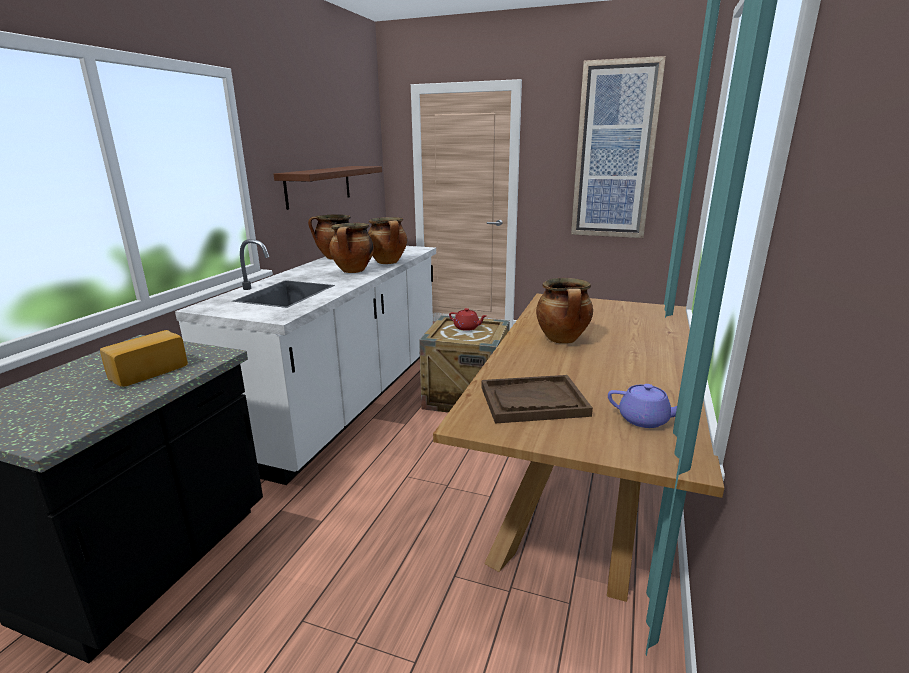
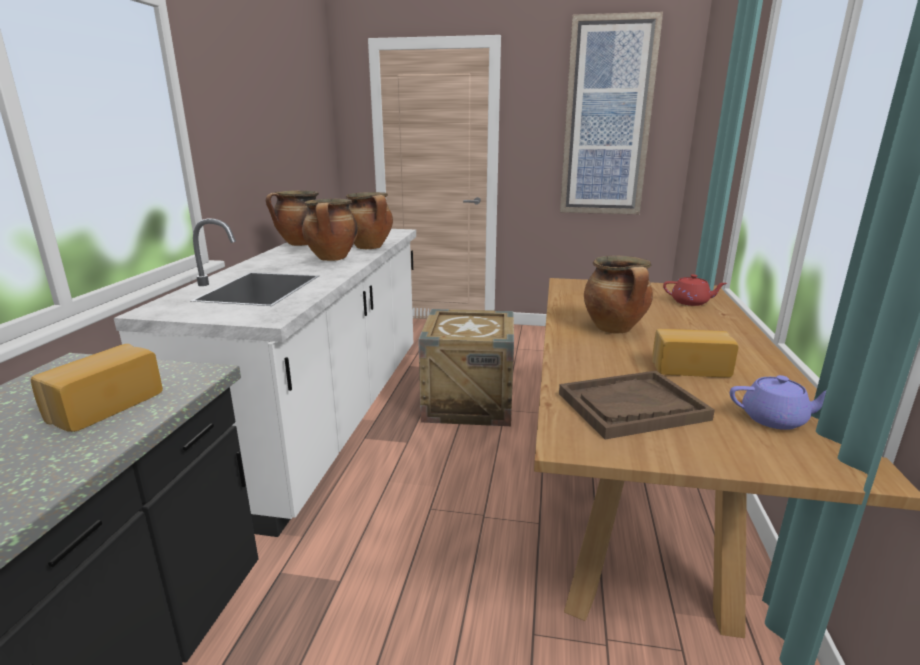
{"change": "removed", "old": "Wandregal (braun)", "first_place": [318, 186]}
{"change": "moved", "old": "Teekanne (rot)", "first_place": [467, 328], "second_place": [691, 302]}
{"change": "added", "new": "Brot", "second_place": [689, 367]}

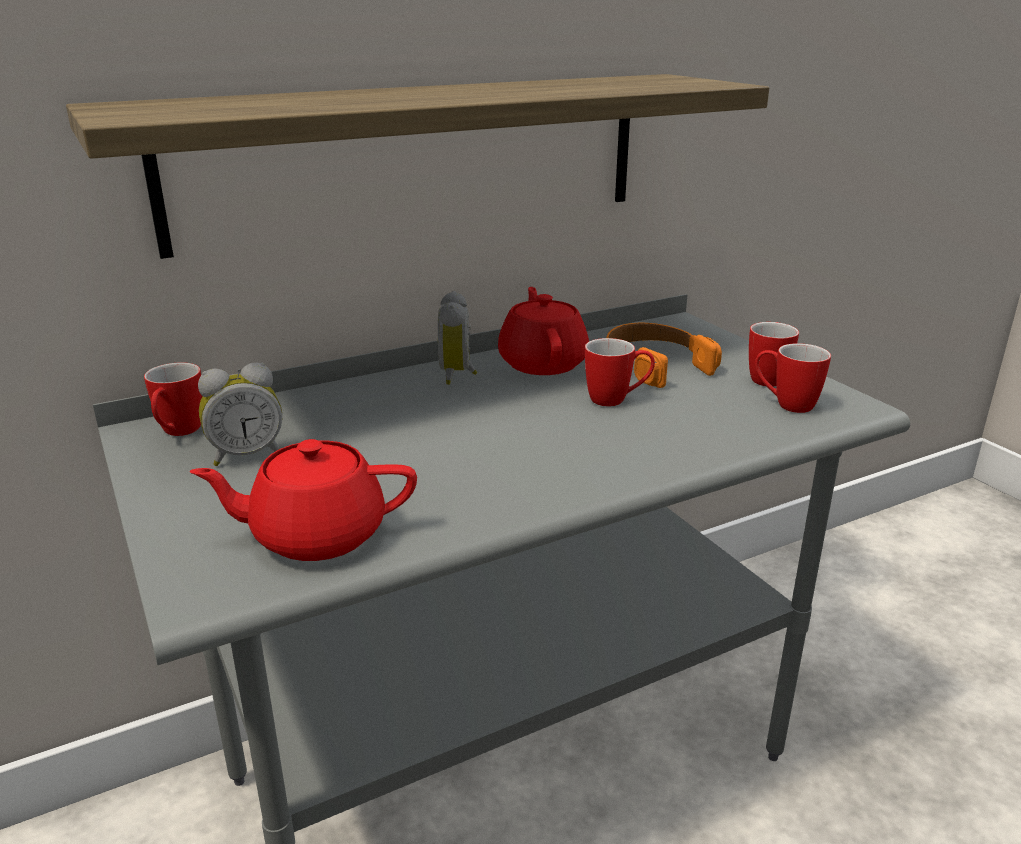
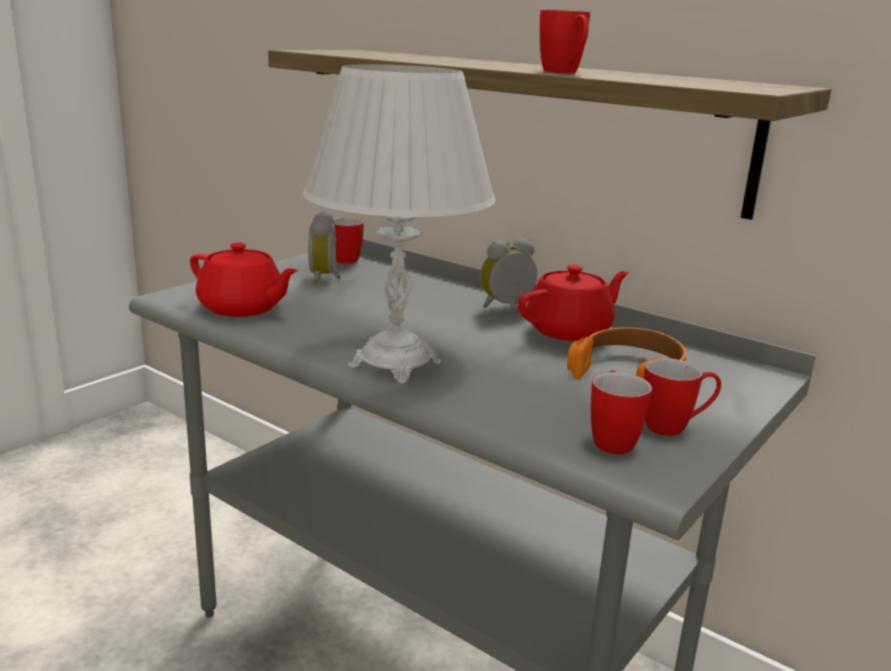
{"change": "moved", "old": "Henkelbecher", "first_place": [617, 400], "second_place": [564, 73]}
{"change": "turned", "old": "Wecker", "first_place": [246, 455], "second_place": [326, 278], "degrees": 45}
{"change": "turned", "old": "Teekanne (rot)", "first_place": [316, 535], "second_place": [242, 308], "degrees": 150}
{"change": "added", "new": "Tischlampe (weiß)", "second_place": [395, 364]}

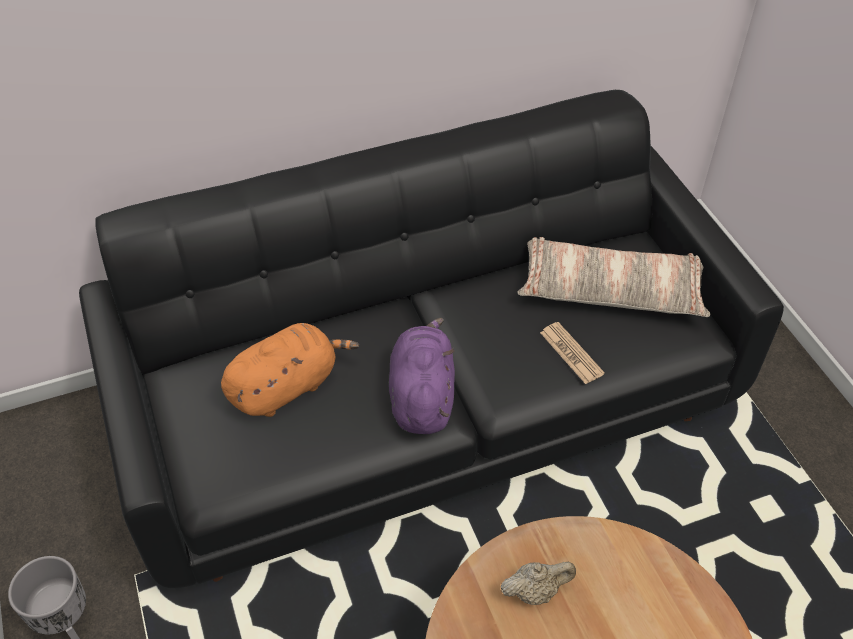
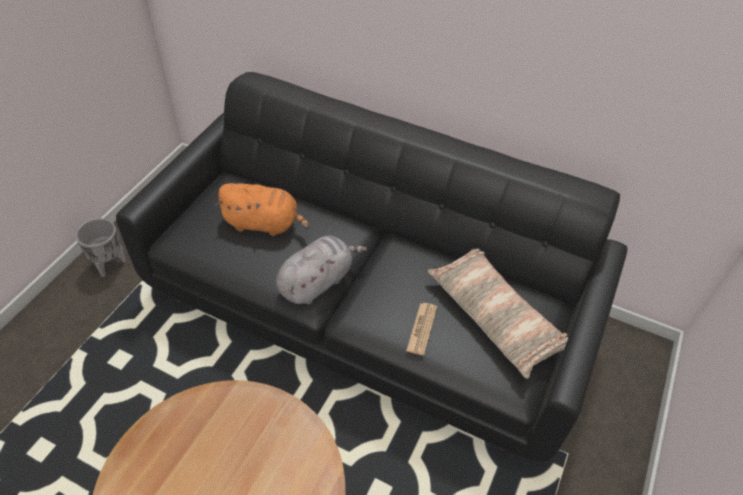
{"change": "recoloured", "old": "Plüschtier (lila)", "new": "Plüschtier (grau)", "first_place": [422, 396], "second_place": [317, 282]}
{"change": "removed", "old": "Teekanne (beige)", "first_place": [535, 591]}

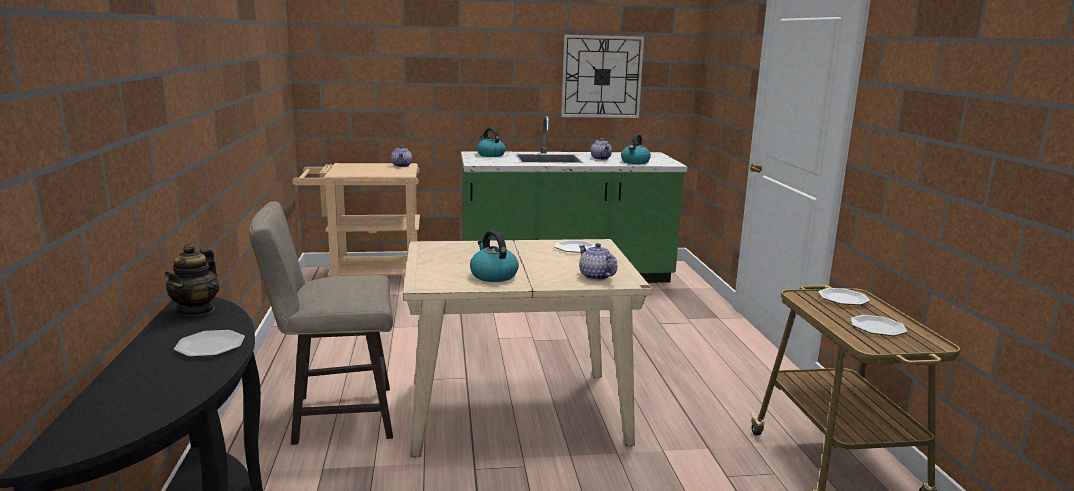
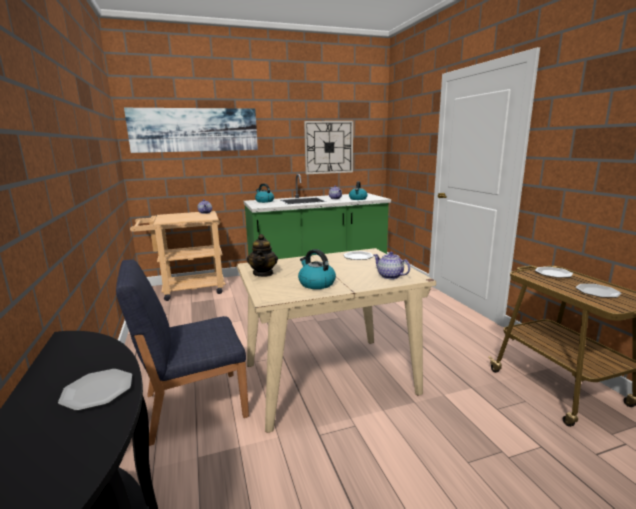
{"change": "replaced", "old": "Hocker (beige)", "new": "Stuhl (blau)", "first_place": [333, 416], "second_place": [194, 405]}
{"change": "moved", "old": "Teekanne", "first_place": [196, 310], "second_place": [263, 273]}
{"change": "added", "new": "Bild", "second_place": [195, 130]}

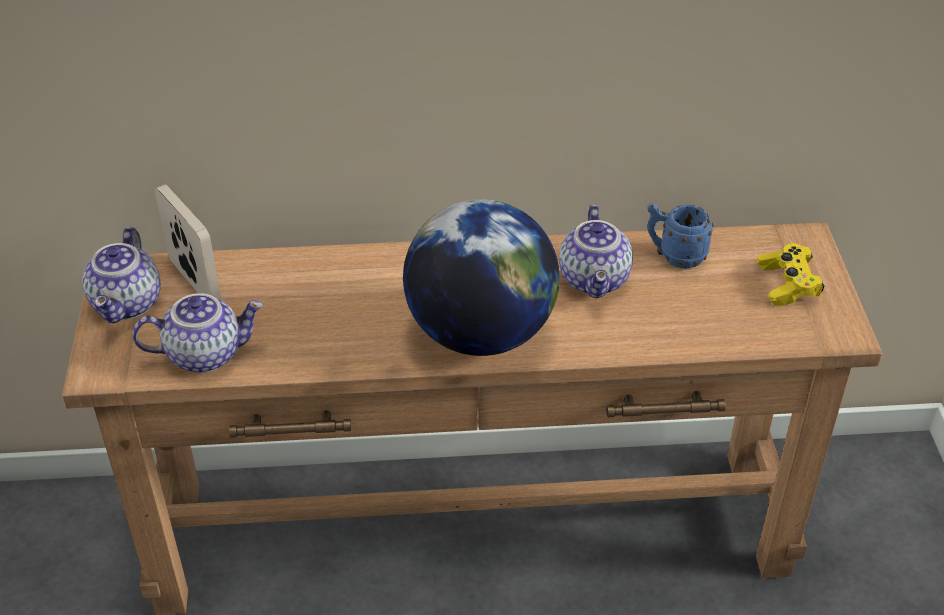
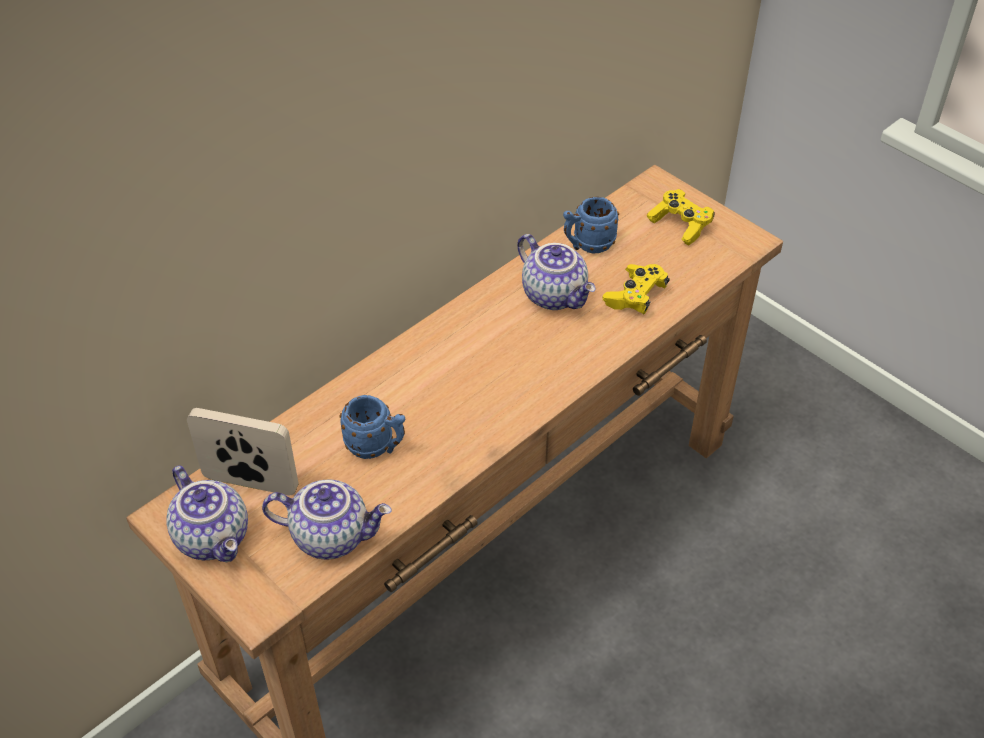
{"change": "removed", "old": "Globus", "first_place": [480, 334]}
{"change": "turned", "old": "Teekanne", "first_place": [205, 353], "second_place": [332, 535], "degrees": 60}
{"change": "added", "new": "Gamepad (gelb)", "second_place": [635, 296]}
{"change": "added", "new": "Henkelbecher (blau)", "second_place": [376, 447]}

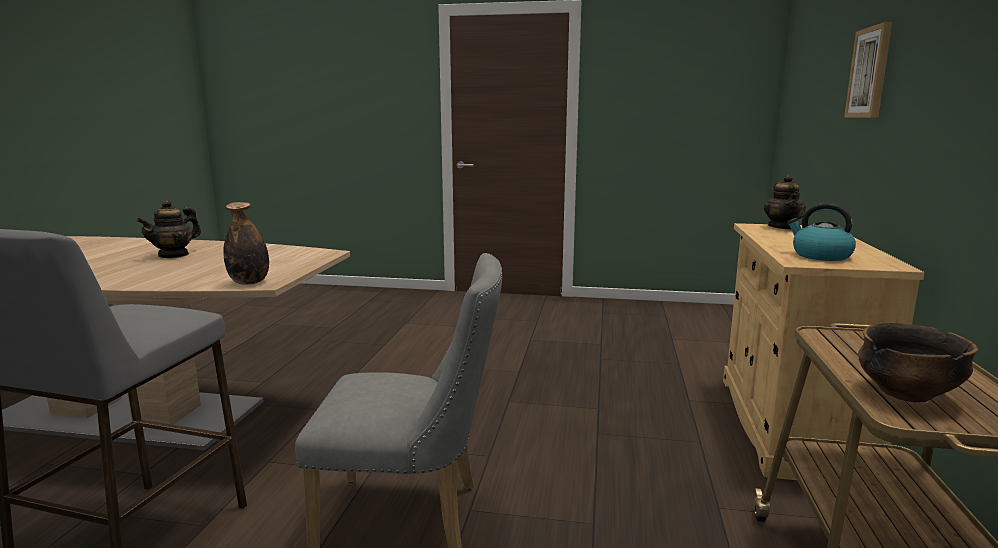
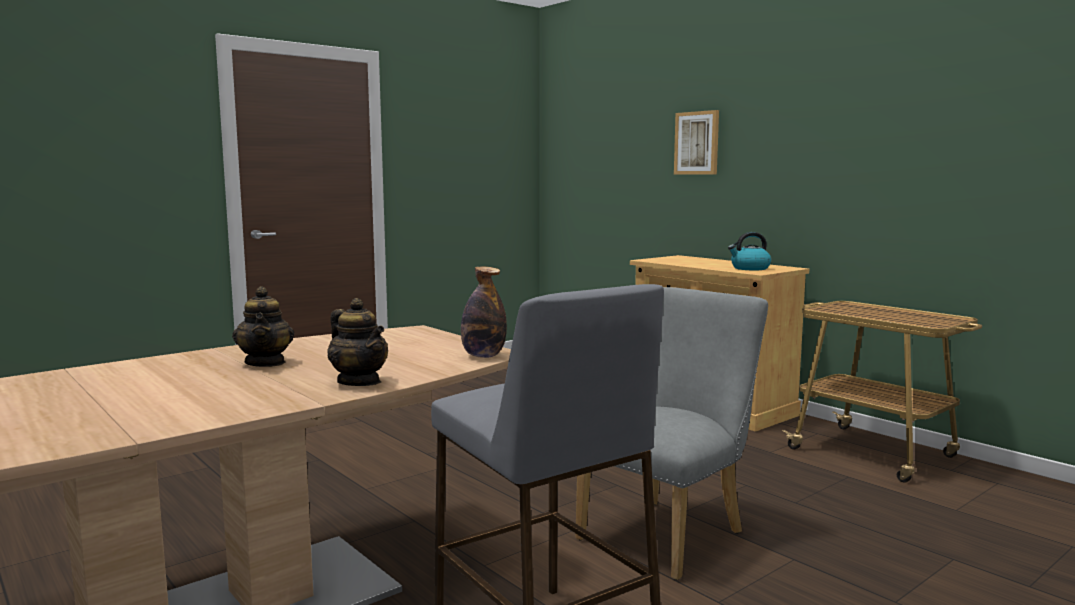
{"change": "moved", "old": "Teekanne", "first_place": [782, 227], "second_place": [359, 382]}
{"change": "removed", "old": "Schüssel", "first_place": [906, 394]}

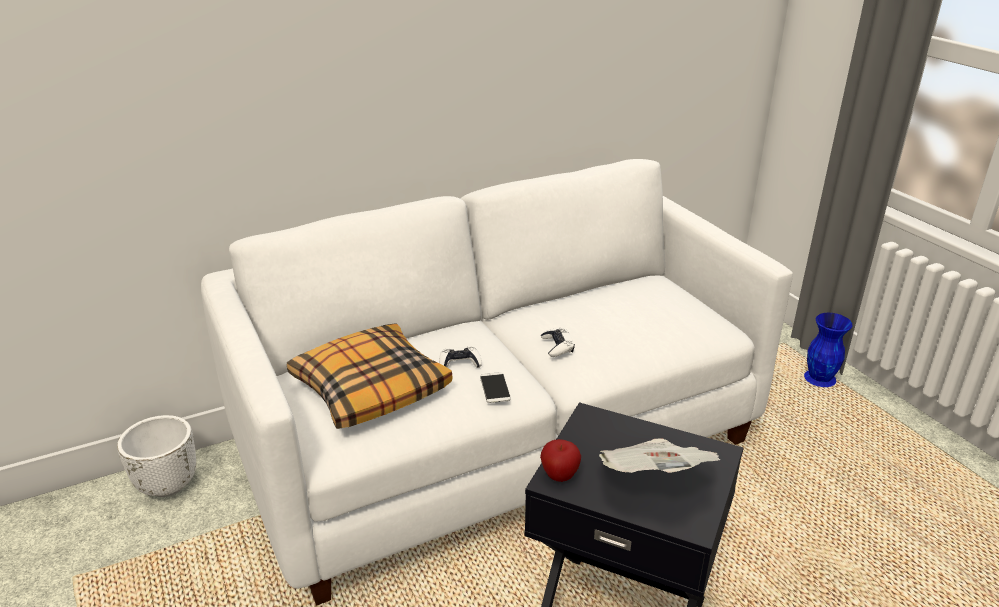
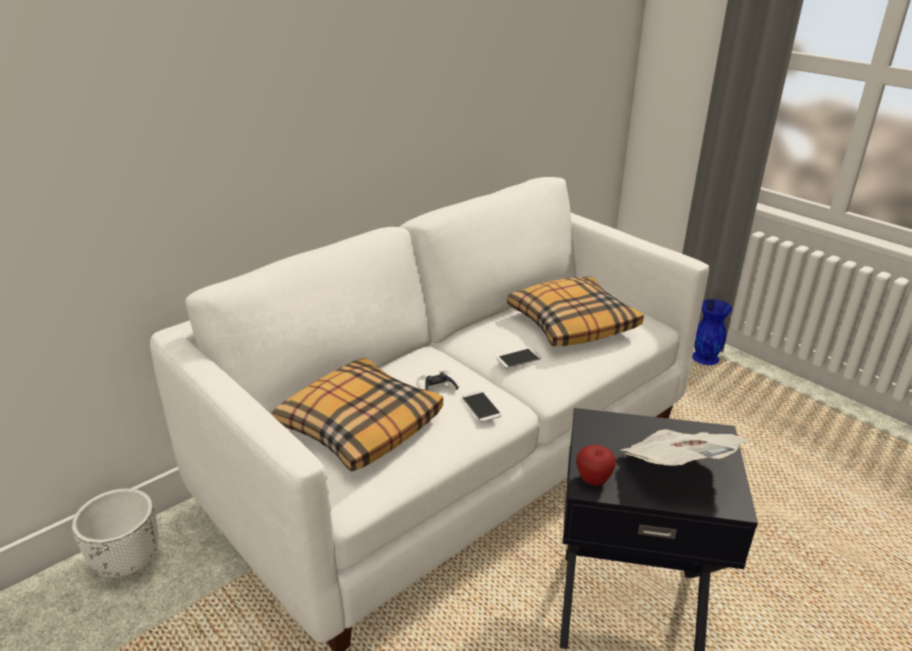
{"change": "replaced", "old": "Gamepad (weiß)", "new": "Handy", "first_place": [557, 346], "second_place": [518, 359]}
{"change": "added", "new": "Kissen", "second_place": [571, 323]}

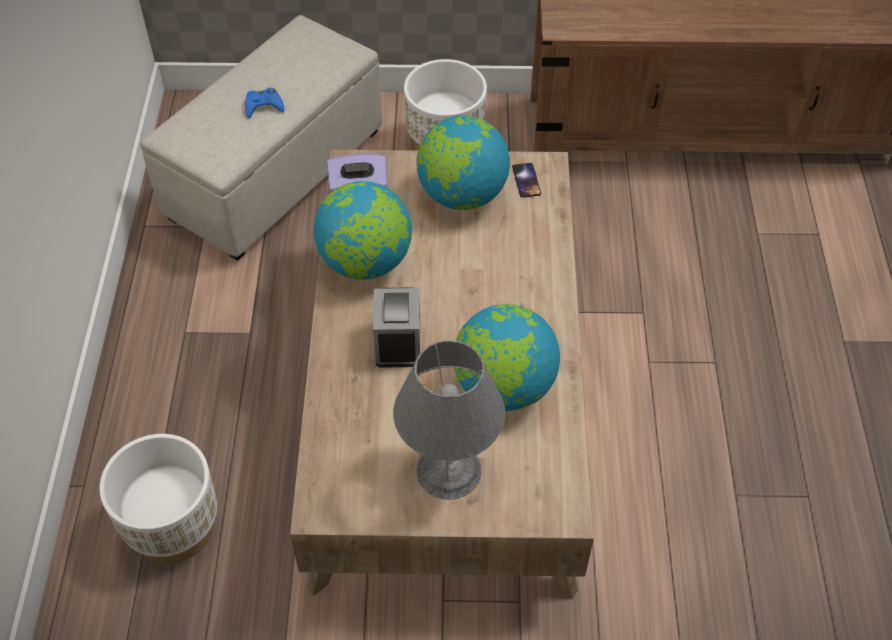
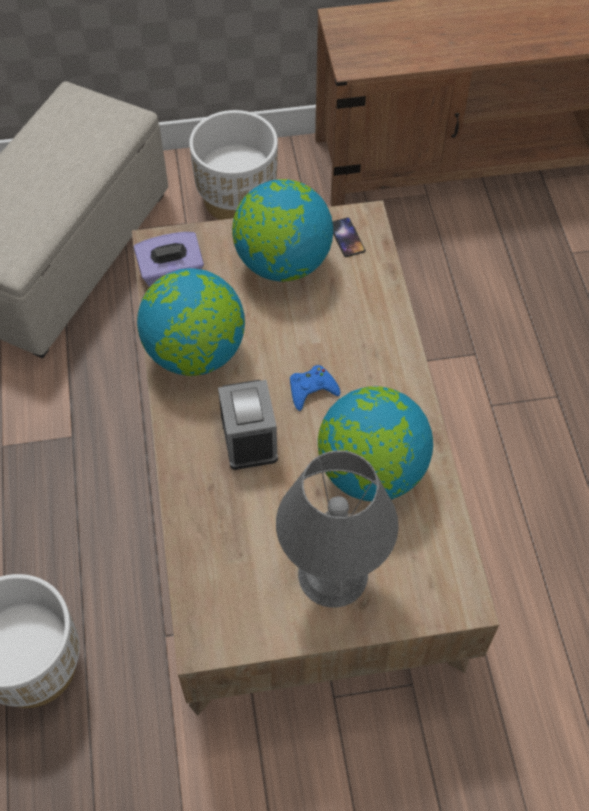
{"change": "moved", "old": "Gamepad (blau)", "first_place": [263, 106], "second_place": [312, 390]}

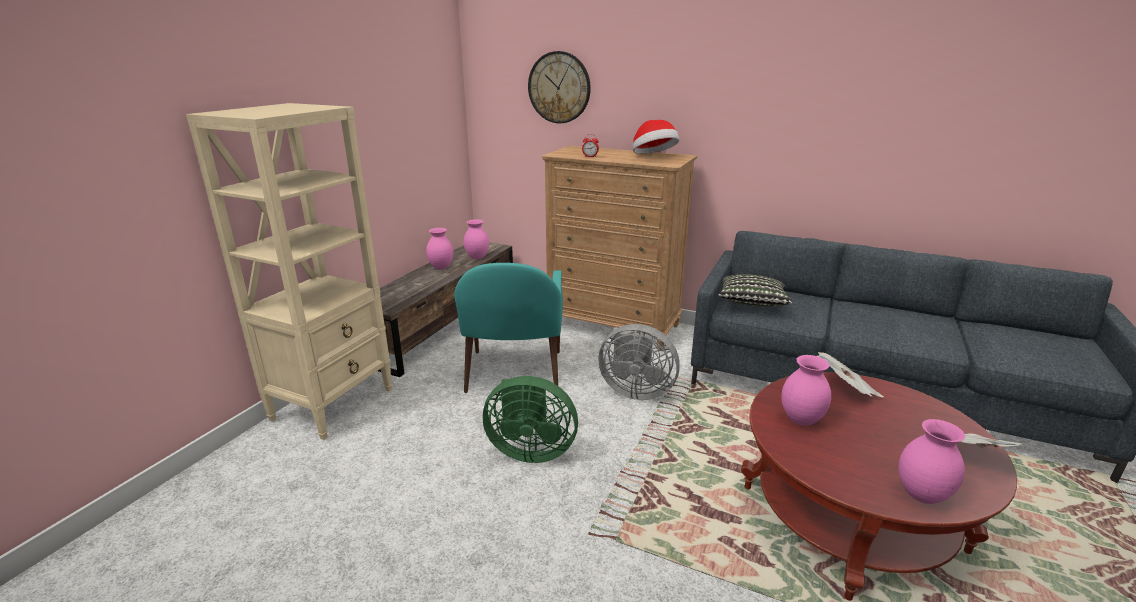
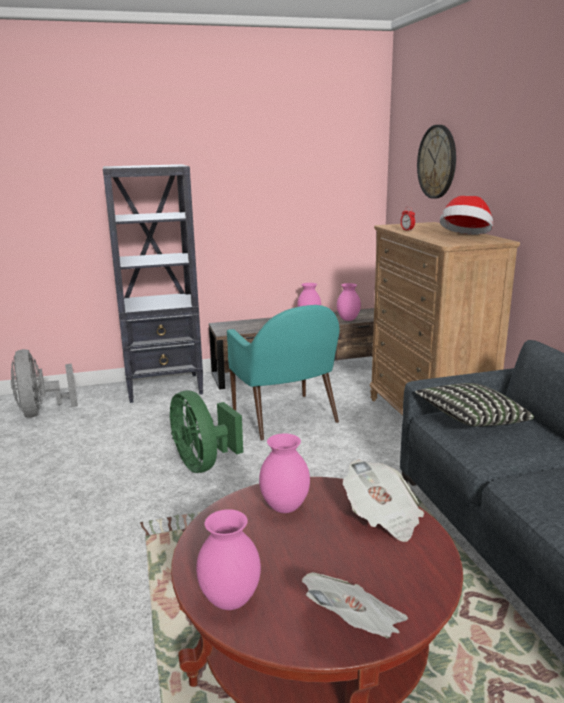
{"change": "recoloured", "old": "Bücherregal (beige)", "new": "Bücherregal (schwarz)", "first_place": [334, 403], "second_place": [165, 388]}
{"change": "turned", "old": "Sessel (türkis)", "first_place": [514, 373], "second_place": [285, 417], "degrees": -75}
{"change": "moved", "old": "Ventilator (grau)", "first_place": [635, 390], "second_place": [41, 412]}

